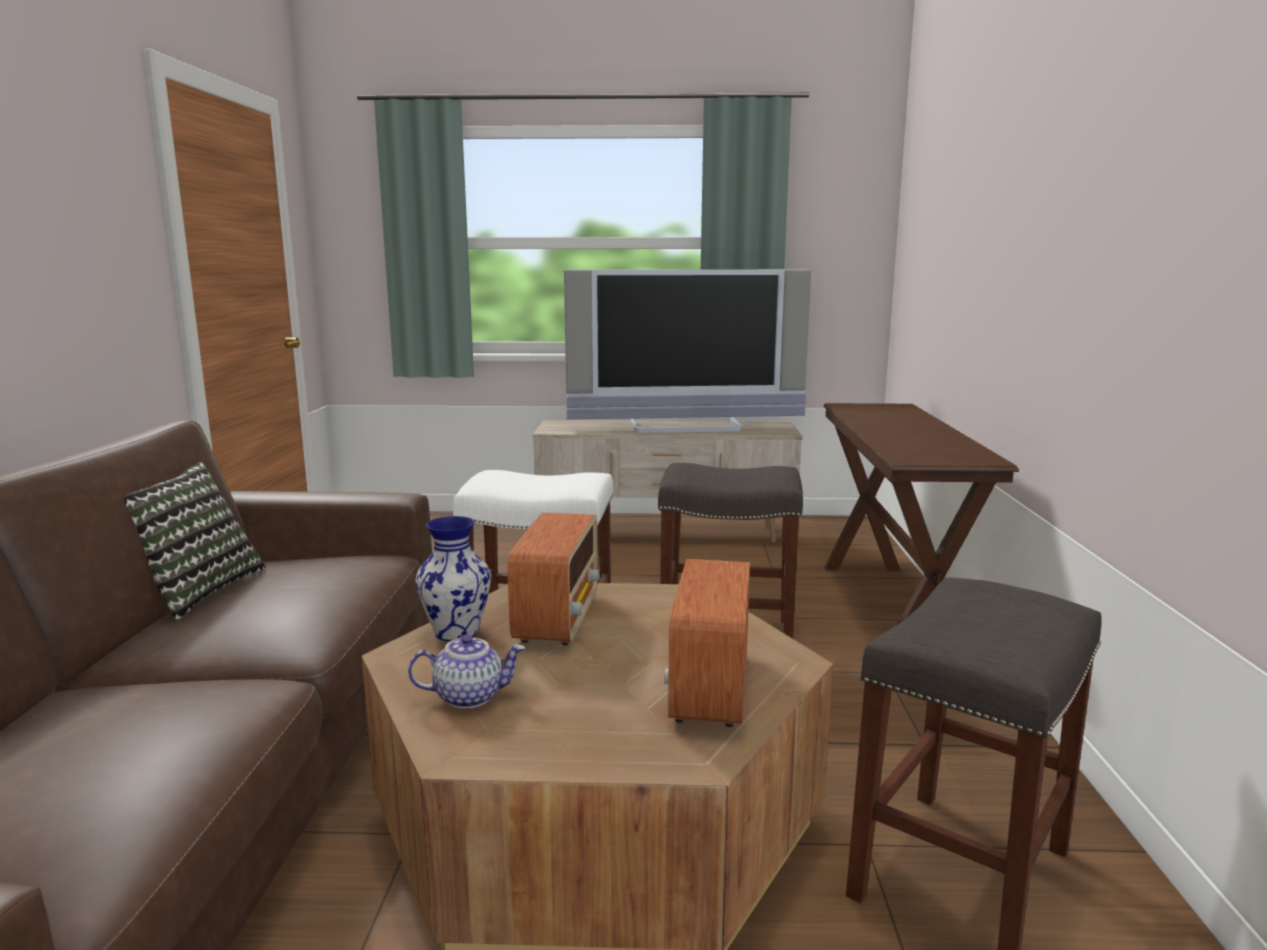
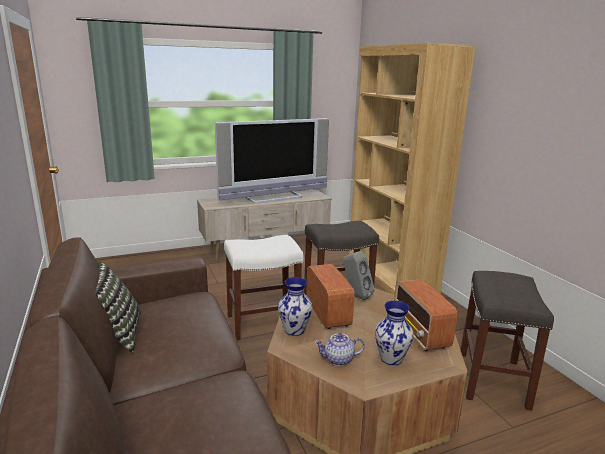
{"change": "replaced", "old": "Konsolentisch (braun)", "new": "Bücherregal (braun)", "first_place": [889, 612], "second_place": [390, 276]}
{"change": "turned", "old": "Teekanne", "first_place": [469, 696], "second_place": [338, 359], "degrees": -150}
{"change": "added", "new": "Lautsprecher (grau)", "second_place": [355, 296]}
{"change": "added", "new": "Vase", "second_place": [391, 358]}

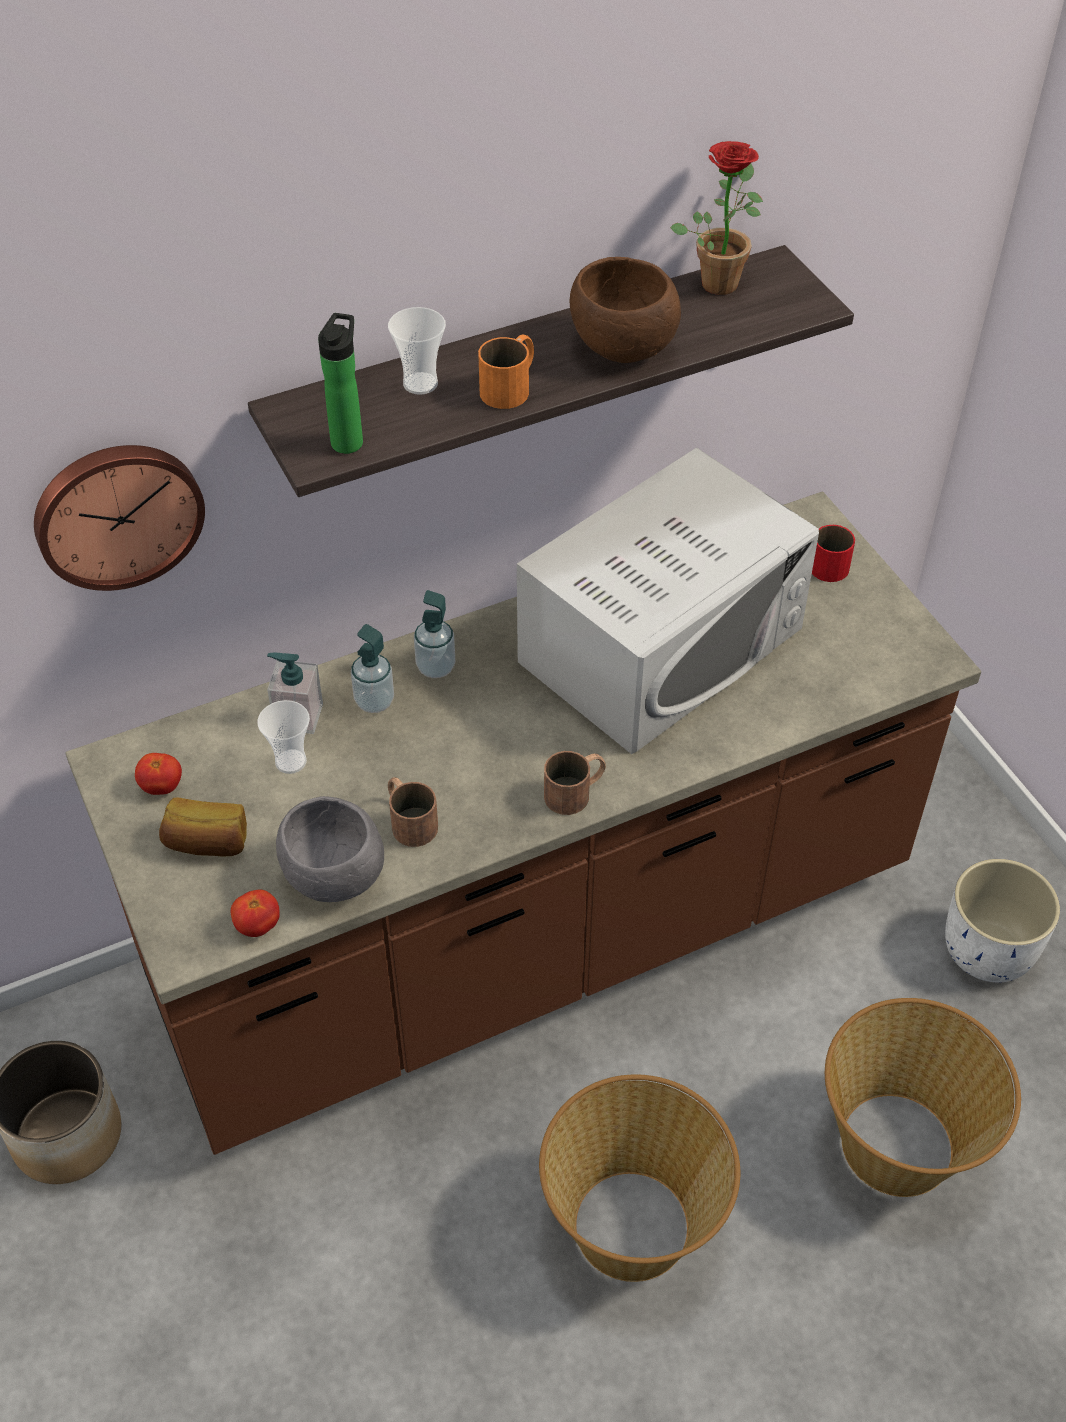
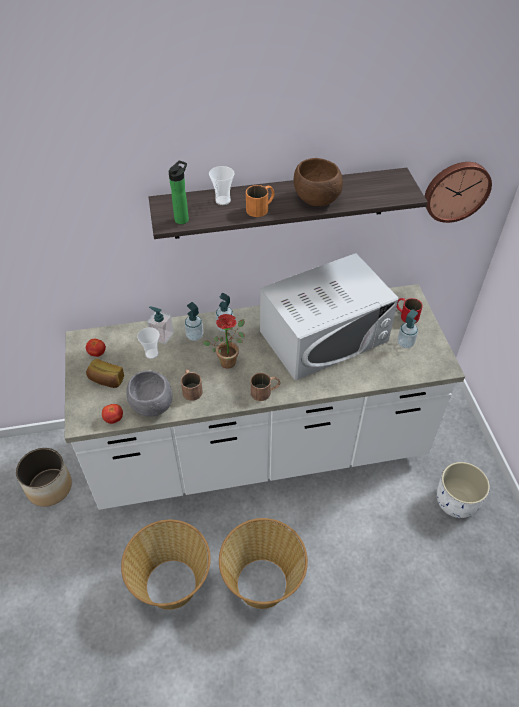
{"change": "moved", "old": "Topfpflanze", "first_place": [719, 279], "second_place": [229, 360]}
{"change": "moved", "old": "Wanduhr", "first_place": [117, 513], "second_place": [456, 190]}
{"change": "recoloured", "old": "Küchenzeile (braun)", "new": "Küchenzeile (weiß)", "first_place": [533, 932], "second_place": [259, 448]}
{"change": "moved", "old": "Korb", "first_place": [899, 1144], "second_place": [172, 584]}
{"change": "added", "new": "Seifenspender", "second_place": [405, 343]}

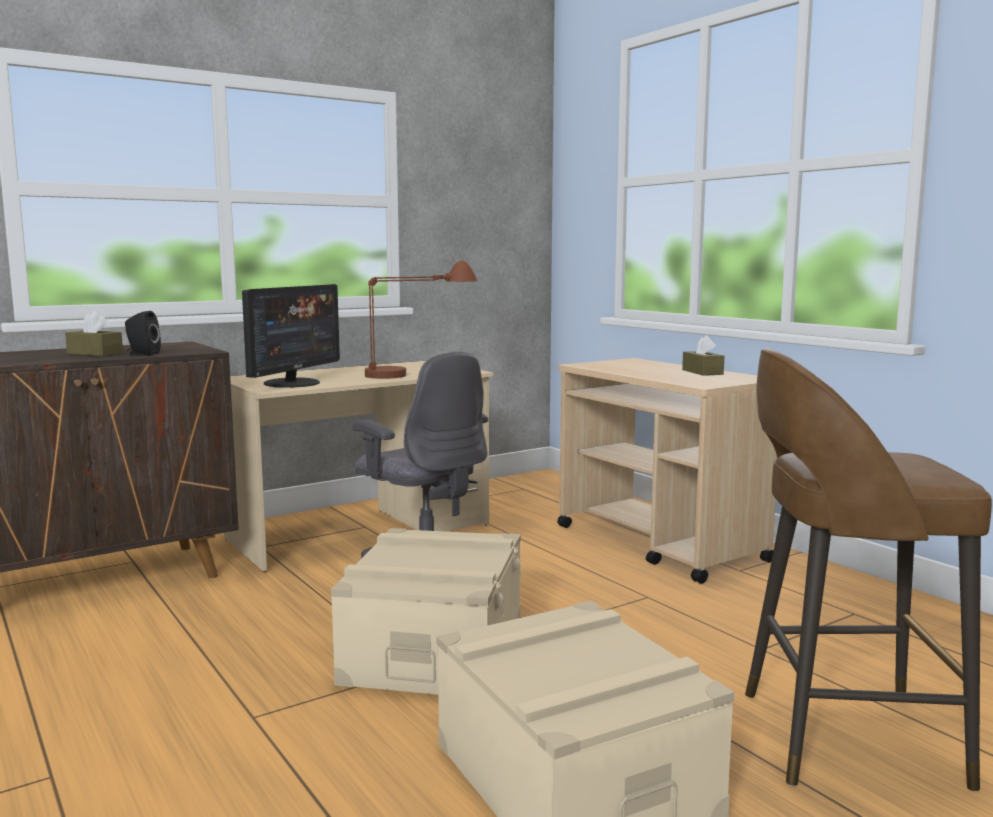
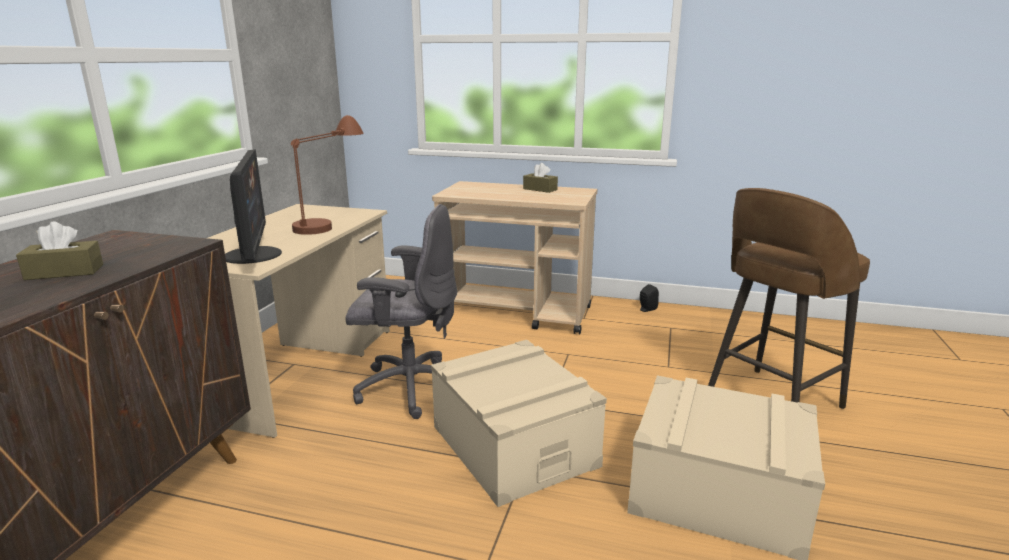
{"change": "moved", "old": "Lautsprecher (schwarz)", "first_place": [142, 354], "second_place": [646, 309]}

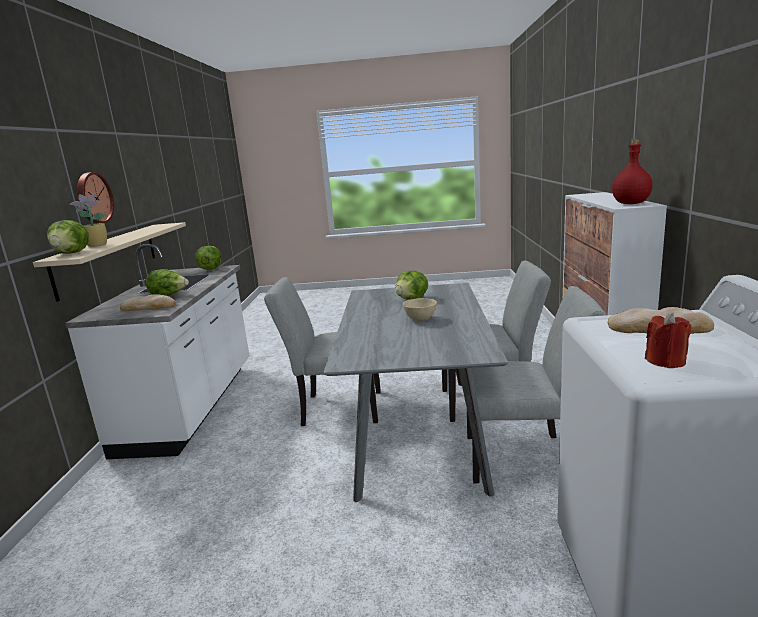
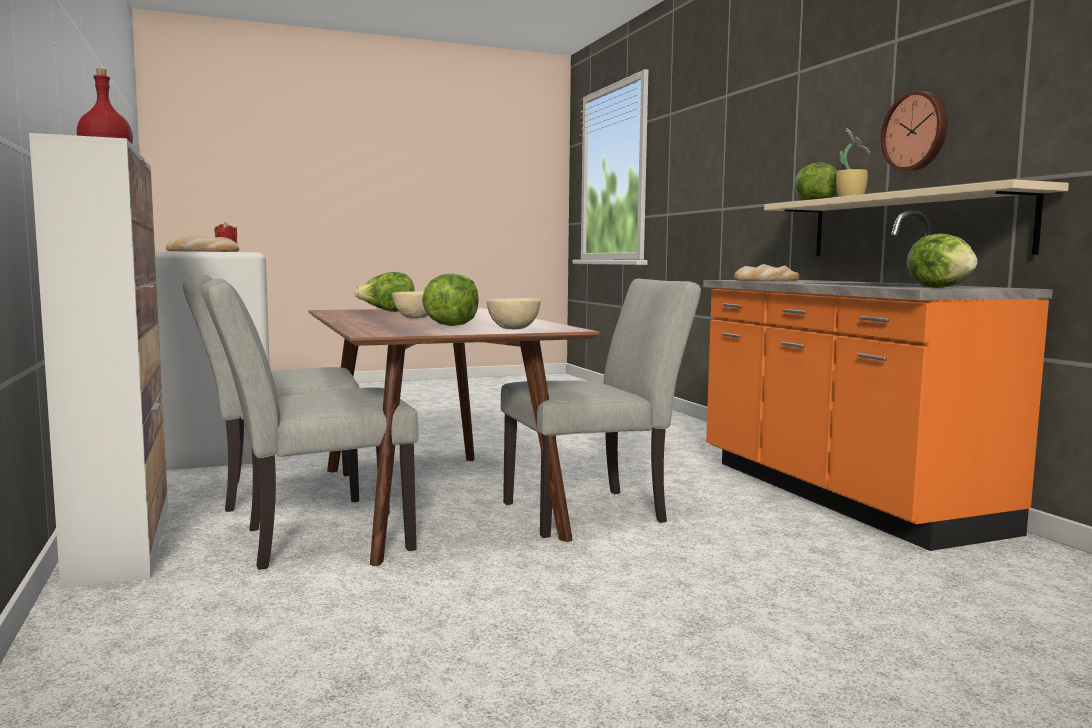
{"change": "recoloured", "old": "Küchenzeile (weiß)", "new": "Küchenzeile (orange)", "first_place": [192, 406], "second_place": [840, 495]}
{"change": "moved", "old": "Salatkopf", "first_place": [169, 296], "second_place": [387, 311]}
{"change": "recoloured", "old": "Esstisch (grau)", "new": "Esstisch (braun)", "first_place": [417, 431], "second_place": [435, 501]}
{"change": "added", "new": "Schüssel (beige)", "second_place": [513, 329]}

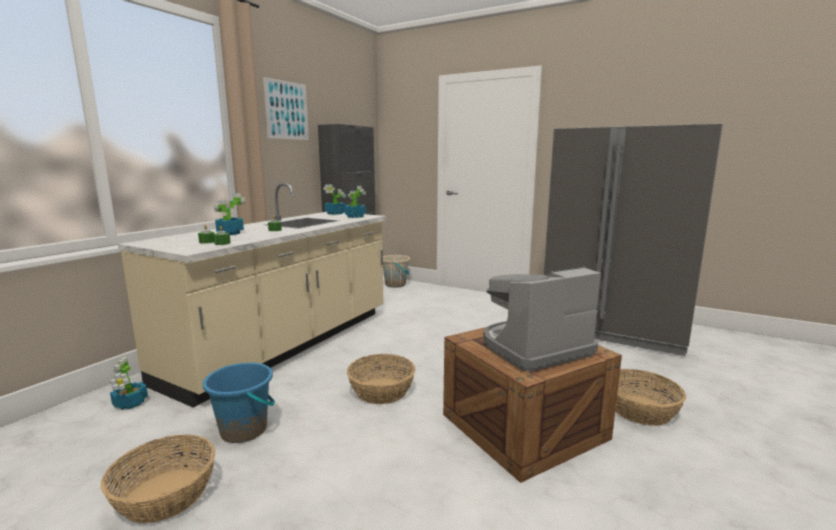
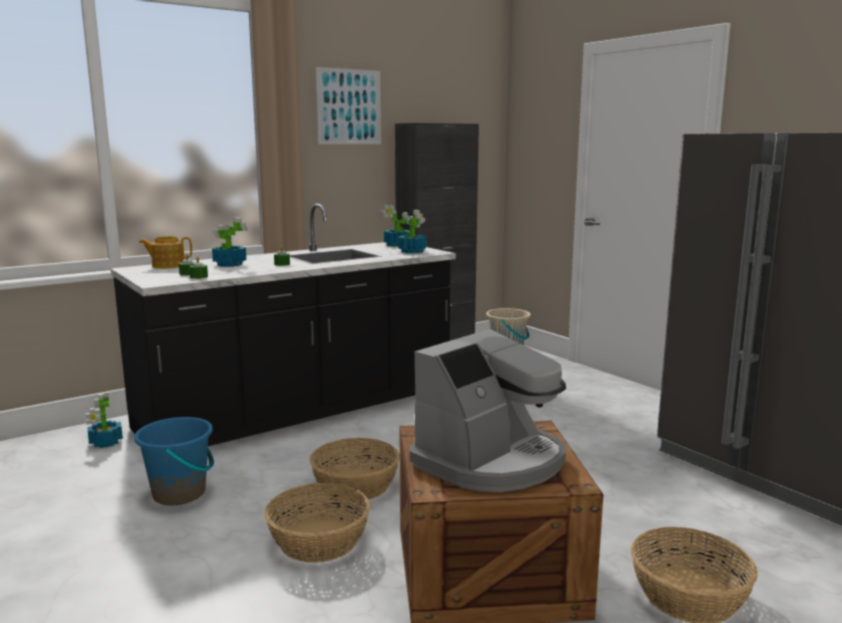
{"change": "recoloured", "old": "Küchenzeile (beige)", "new": "Küchenzeile (schwarz)", "first_place": [286, 344], "second_place": [300, 410]}
{"change": "turned", "old": "Kaffeemaschine", "first_place": [534, 348], "second_place": [491, 461], "degrees": 135}
{"change": "moved", "old": "Korb", "first_place": [165, 494], "second_place": [319, 540]}
{"change": "added", "new": "Teekanne", "second_place": [167, 266]}

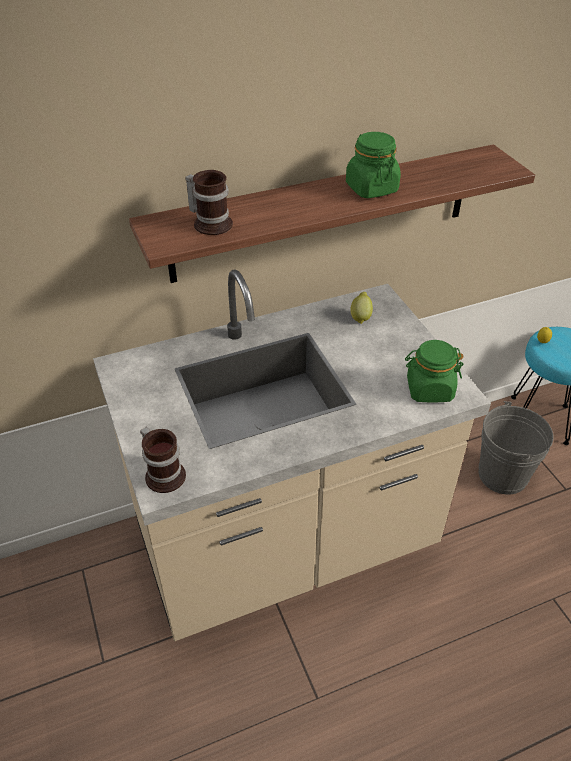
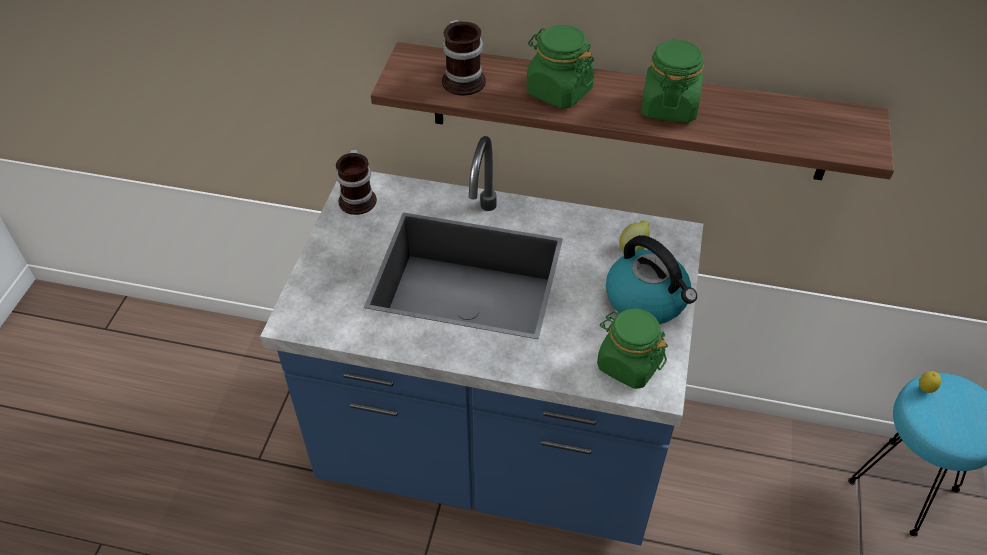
{"change": "recoloured", "old": "Küchenzeile (beige)", "new": "Küchenzeile (blau)", "first_place": [285, 544], "second_place": [493, 452]}
{"change": "removed", "old": "Eimer (grau)", "first_place": [502, 474]}
{"change": "moved", "old": "Henkelbecher", "first_place": [164, 473], "second_place": [359, 198]}
{"change": "added", "new": "Vorratsglas (grün)", "second_place": [558, 91]}
{"change": "added", "new": "Wasserkessel", "second_place": [647, 300]}

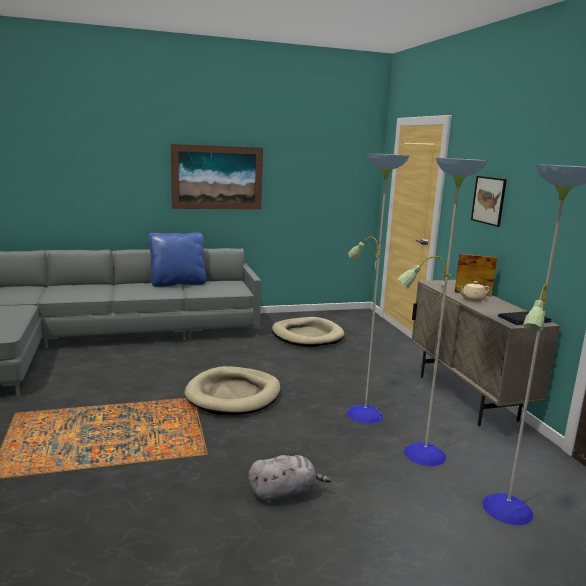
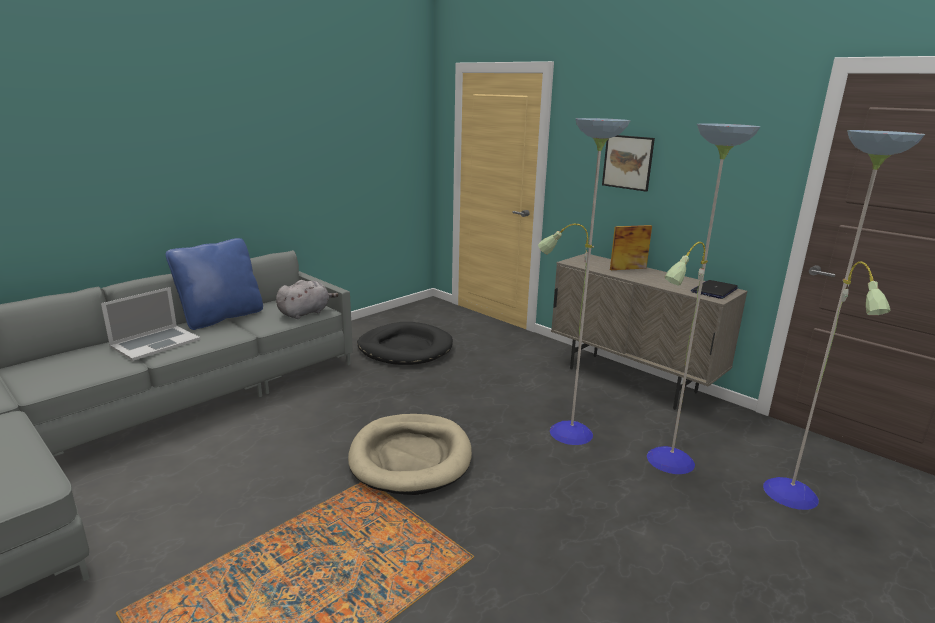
{"change": "removed", "old": "Bild", "first_place": [217, 177]}
{"change": "removed", "old": "Teekanne (beige)", "first_place": [472, 299]}
{"change": "recoloured", "old": "Hundebett (beige)", "new": "Hundebett (schwarz)", "first_place": [307, 335], "second_place": [405, 348]}
{"change": "moved", "old": "Plüschtier (grau)", "first_place": [285, 494], "second_place": [306, 313]}
{"change": "added", "new": "Laptop", "second_place": [155, 343]}

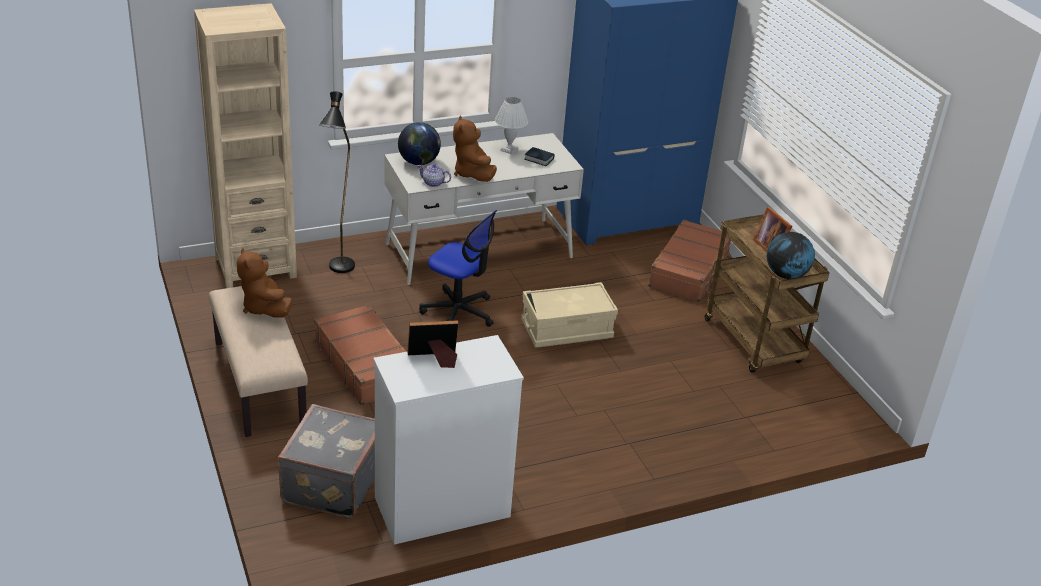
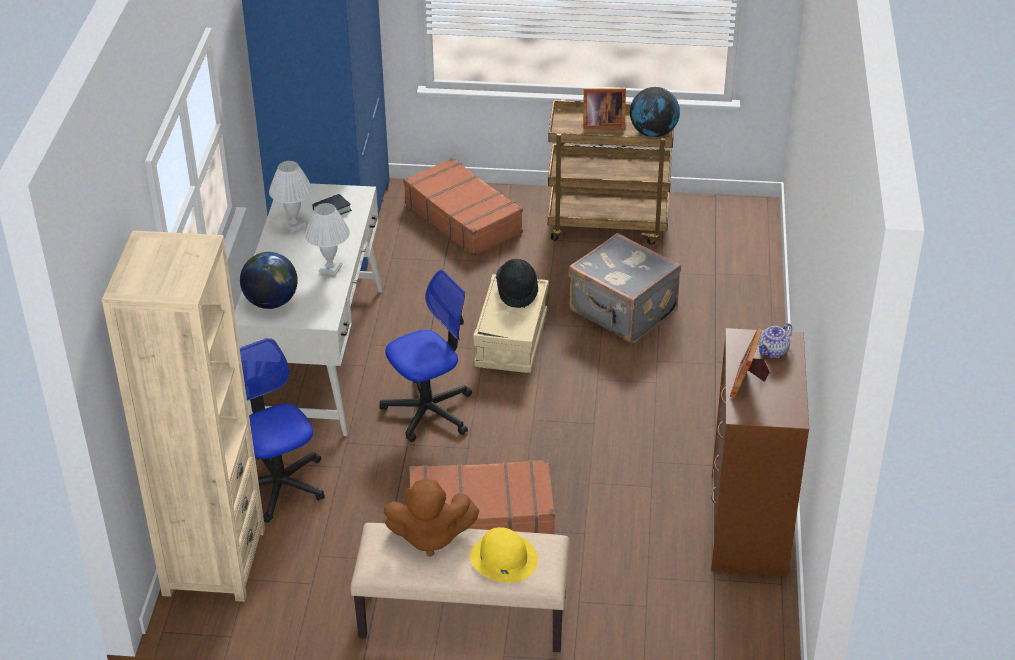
{"change": "replaced", "old": "Stehlampe (schwarz)", "new": "Bürostuhl", "first_place": [340, 271], "second_place": [279, 485]}
{"change": "replaced", "old": "Plüschtier (braun)", "new": "Tischlampe (weiß)", "first_place": [473, 174], "second_place": [329, 268]}
{"change": "moved", "old": "Teekanne", "first_place": [433, 183], "second_place": [773, 351]}
{"change": "recoloured", "old": "Kommode (weiß)", "new": "Kommode (braun)", "first_place": [441, 507], "second_place": [748, 525]}
{"change": "moved", "old": "Koffer (grau)", "first_place": [330, 483], "second_place": [622, 312]}
{"change": "added", "new": "Hut (schwarz)", "second_place": [517, 292]}
{"change": "added", "new": "Hut (gelb)", "second_place": [503, 558]}

